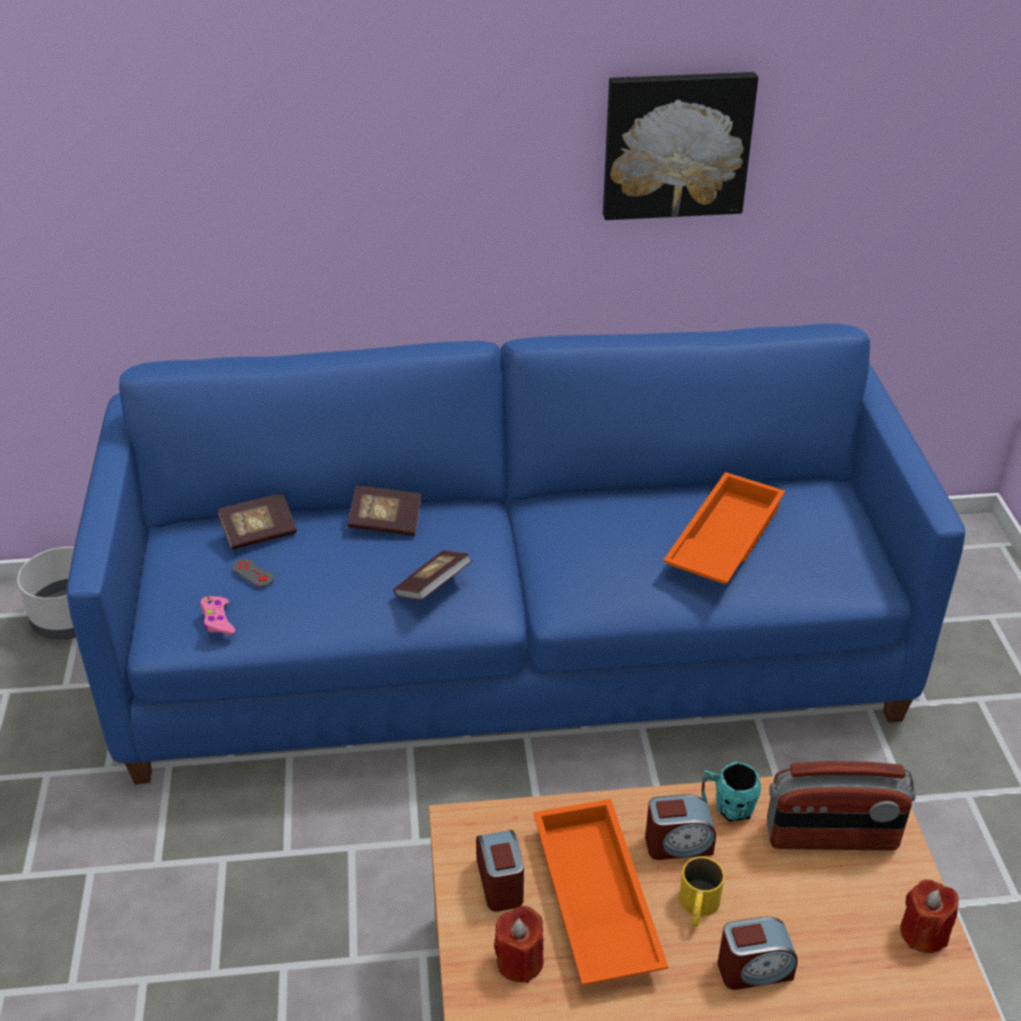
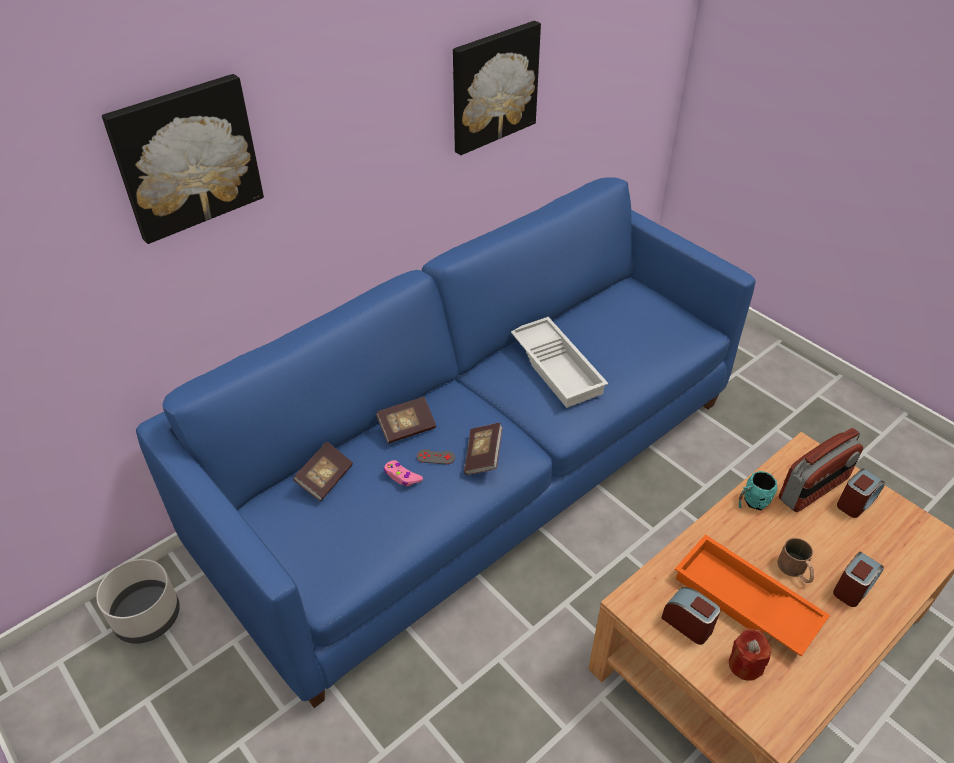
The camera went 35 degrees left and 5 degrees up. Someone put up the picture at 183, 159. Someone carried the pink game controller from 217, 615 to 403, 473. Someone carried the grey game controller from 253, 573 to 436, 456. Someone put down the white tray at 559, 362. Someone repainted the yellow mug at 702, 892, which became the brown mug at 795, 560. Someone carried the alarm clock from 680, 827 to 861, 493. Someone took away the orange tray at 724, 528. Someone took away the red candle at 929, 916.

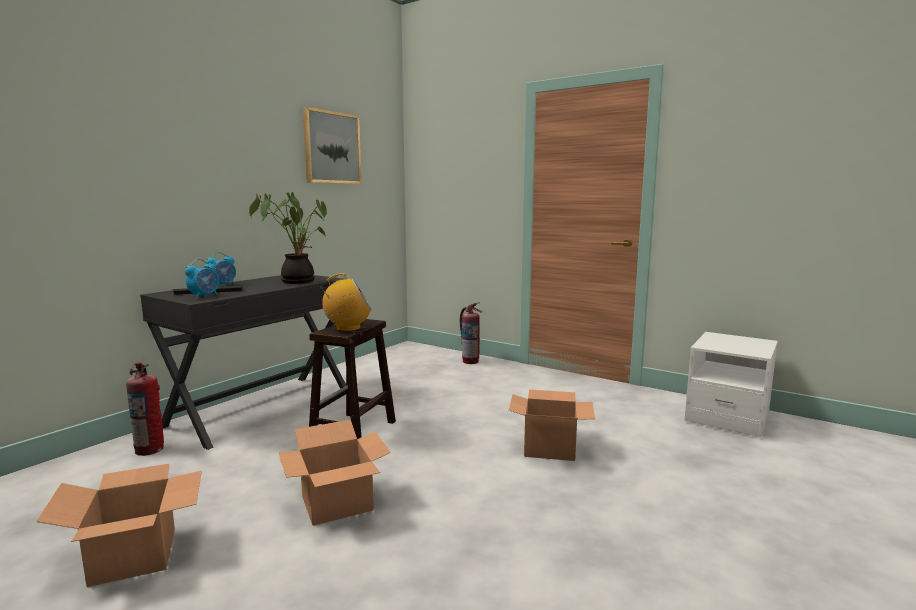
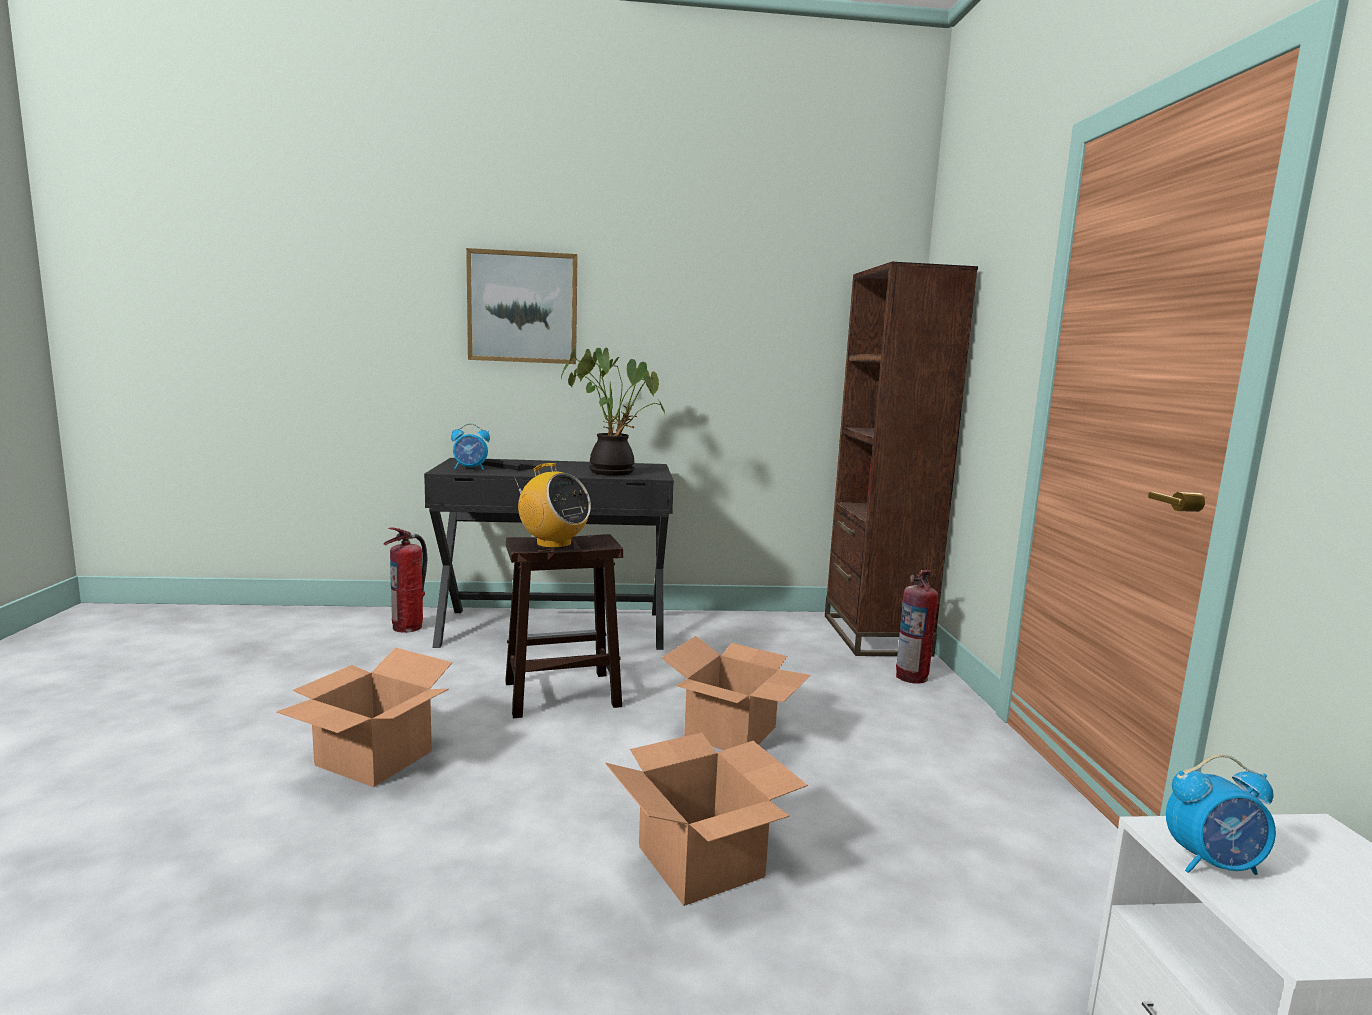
The camera went 50 degrees right and 0 degrees up. Someone carried the picture from 332, 145 to 522, 306. Someone carried the cardboard box from 119, 525 to 736, 693. Someone put down the brown bookcase at 901, 459. Someone carried the alarm clock from 221, 268 to 1221, 814.

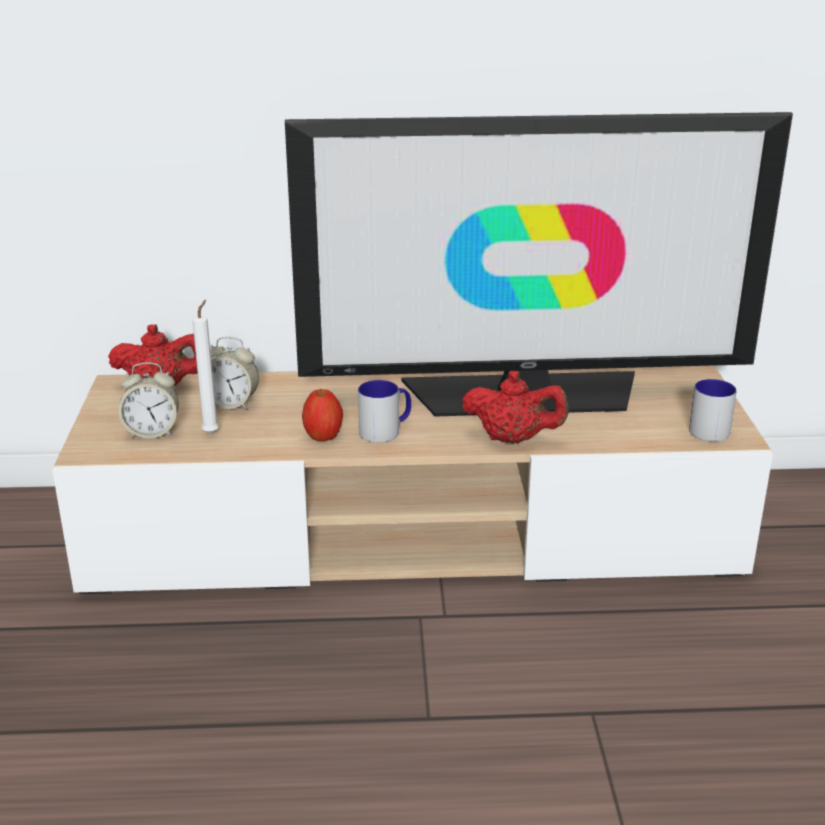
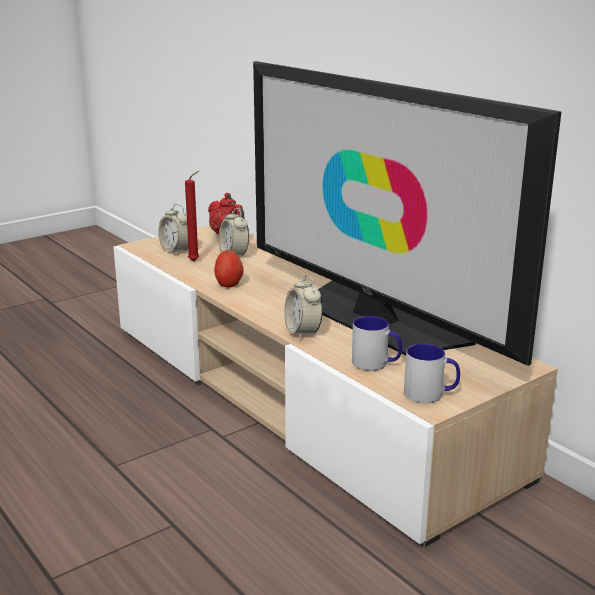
The camera went 55 degrees right and 5 degrees down. Someone repainted the white candle at 205, 367, which became the red candle at 192, 216. Someone swapped the red teapot at 515, 407 for the alarm clock at 303, 307. Someone carried the mug from 384, 411 to 377, 343.

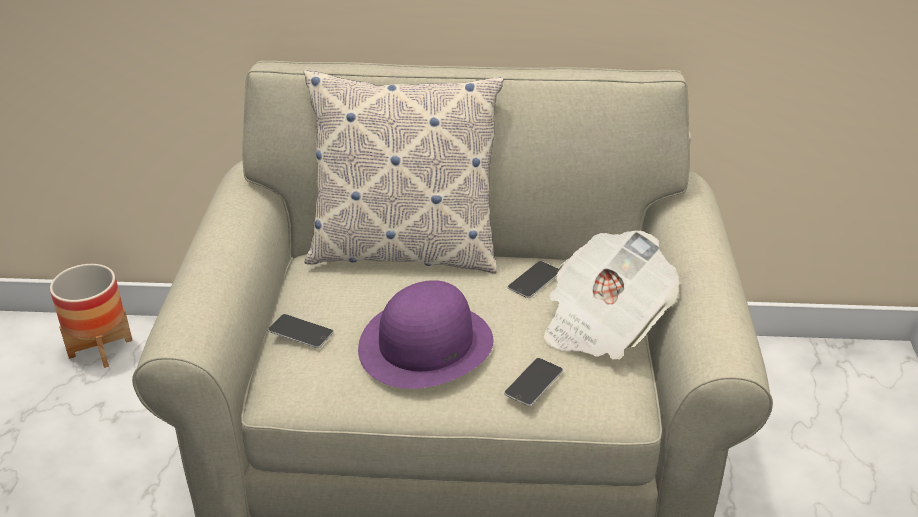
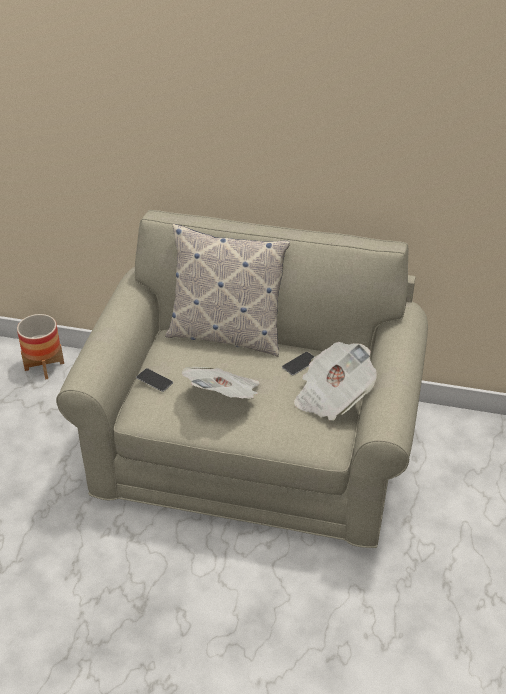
The camera went 10 degrees right and 5 degrees up. Someone swapped the purple hat at 426, 334 for the newspaper at 221, 383. Someone took away the phone at 533, 382.

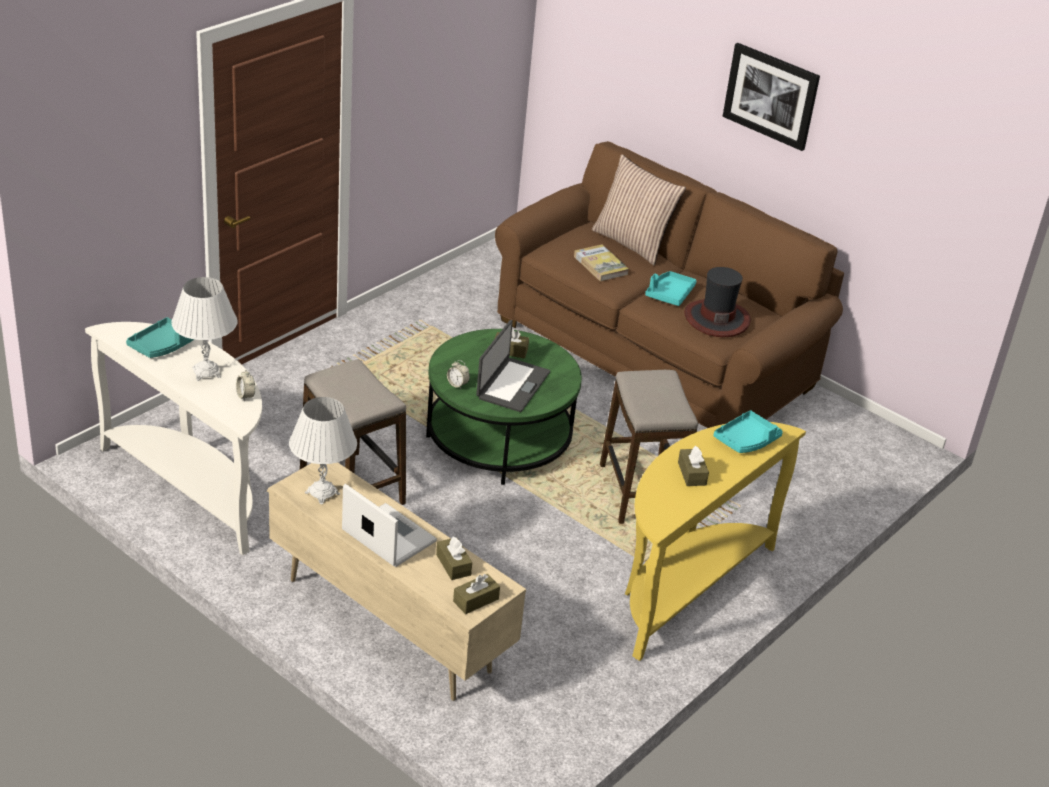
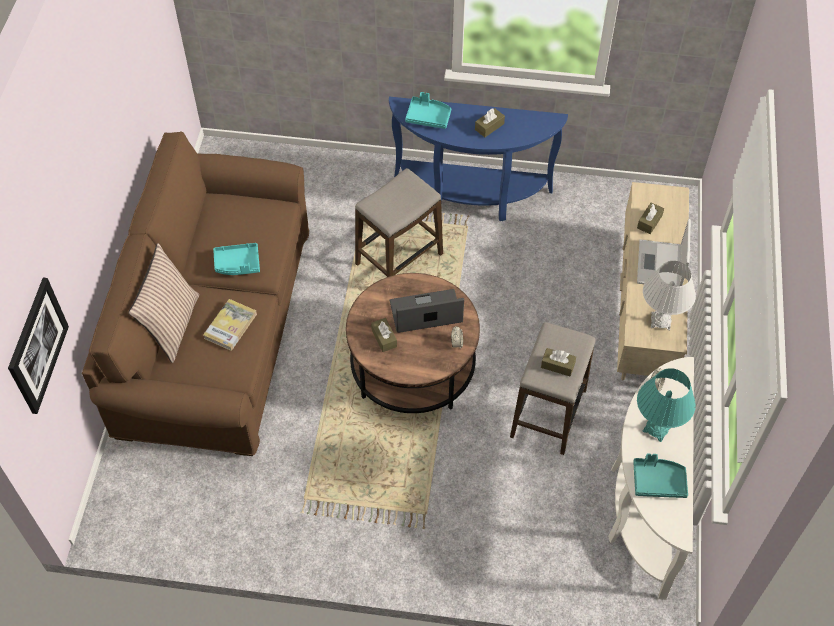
The camera went 120 degrees left and 20 degrees up. Someone carried the picture from 771, 97 to 38, 346. Someone repainted the green coffee table at 504, 407, which became the brown coffee table at 413, 343. Someone repainted the yellow console table at 715, 541, which became the blue console table at 478, 159. Someone carried the brown tissue box from 476, 594 to 558, 362. Someone repainted the white table lamp at 204, 329, which became the turquoise table lamp at 666, 405. Someone took away the hat at 717, 302.

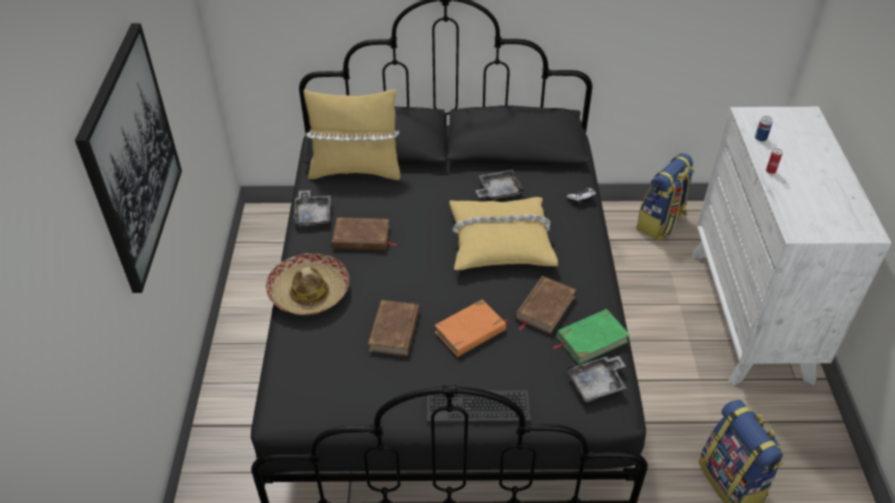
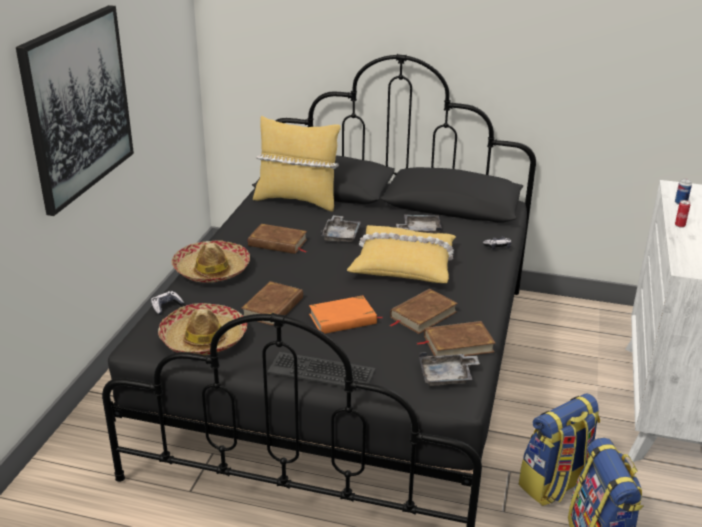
The camera went 15 degrees right and 15 degrees down. Someone put down the game controller at 167, 303. Someone put down the hat at 202, 329. Someone carried the grey tray from 312, 208 to 341, 229. Someone repainted the green book at 591, 337, which became the brown book at 456, 338. Someone carried the backpack from 665, 196 to 559, 449.

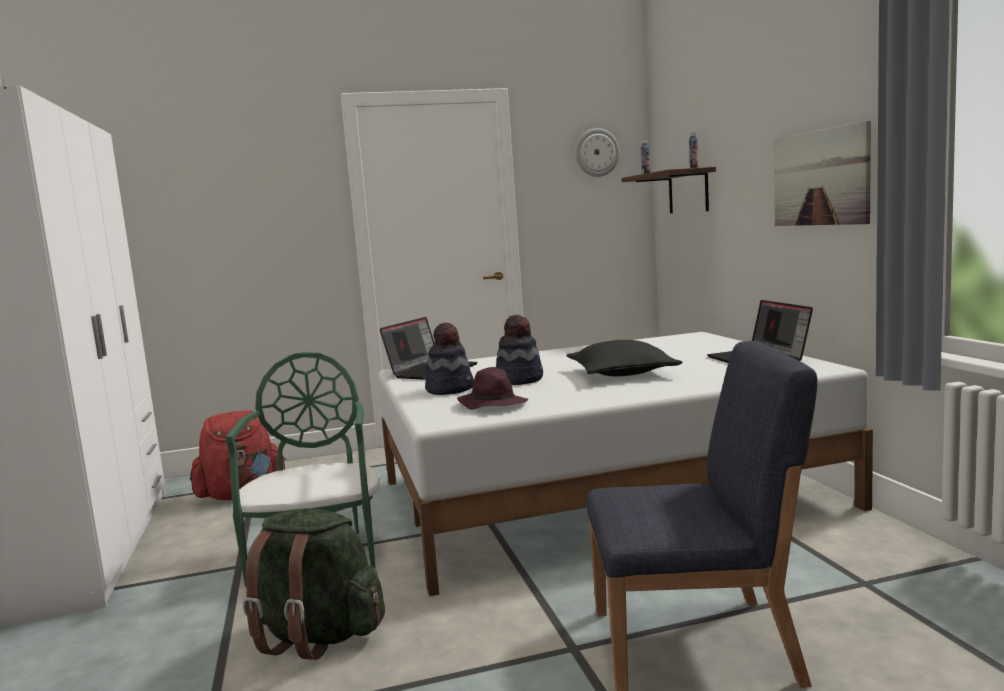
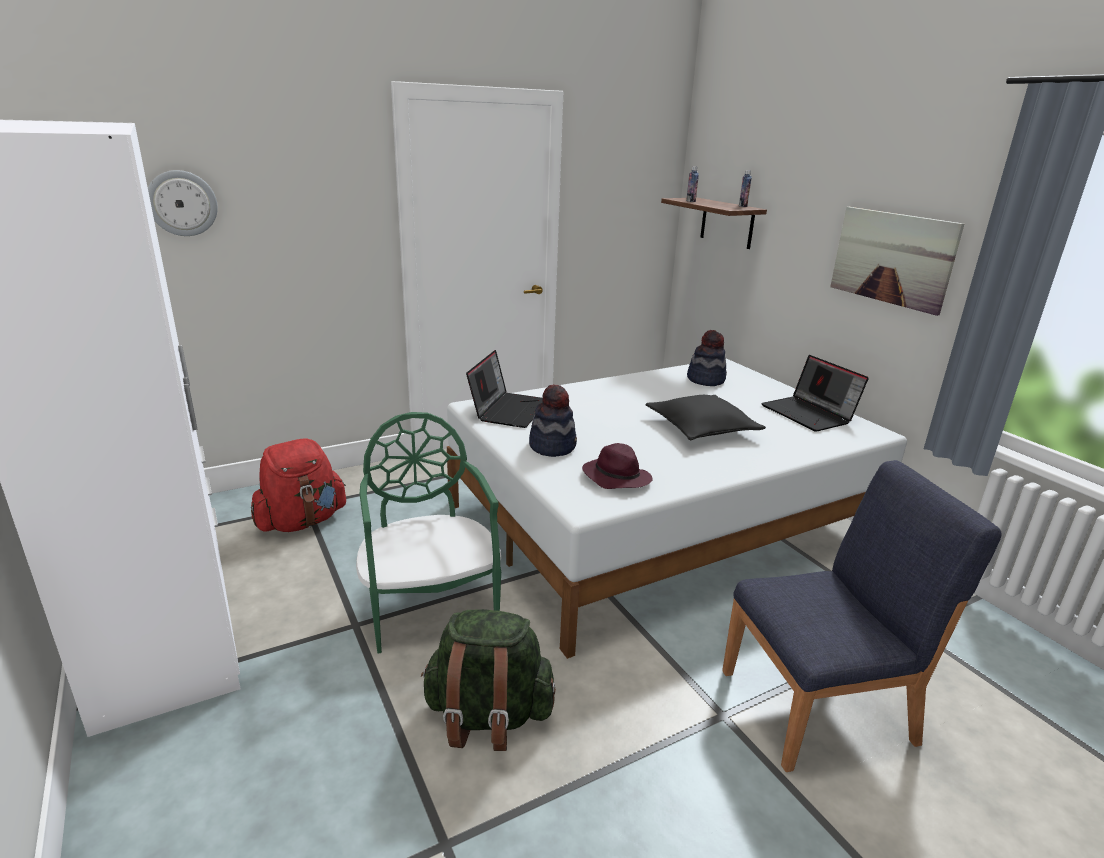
The camera went 15 degrees left and 15 degrees up. Someone carried the wall clock from 597, 152 to 183, 203. Someone carried the hat from 519, 350 to 707, 358.

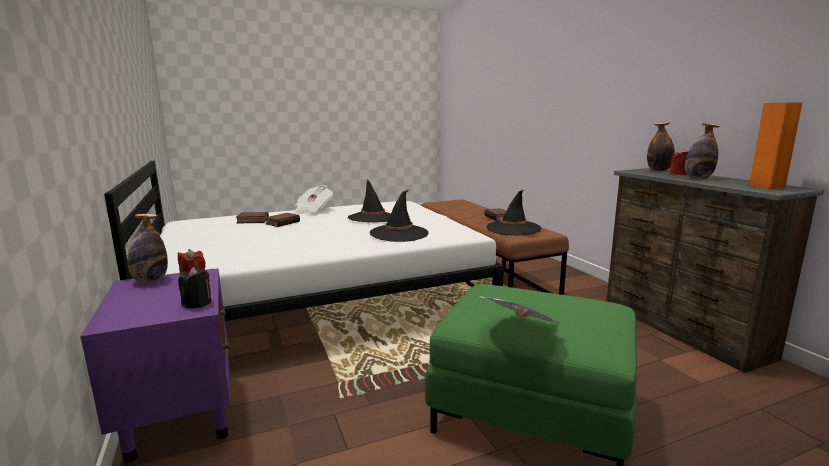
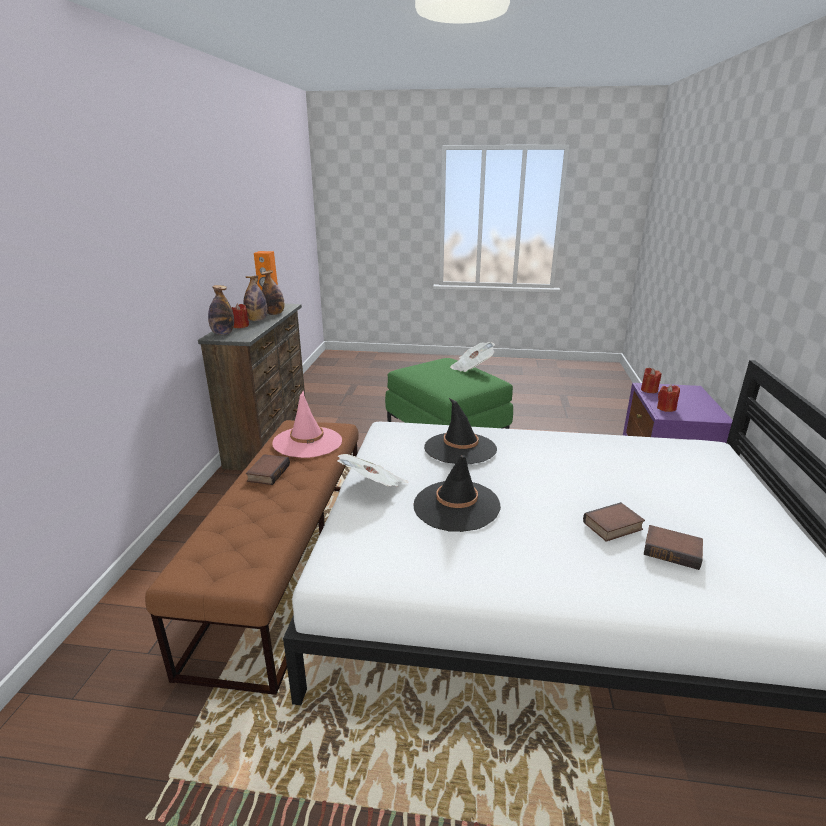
The camera went 150 degrees left and 10 degrees up. Someone carried the bottle from 148, 248 to 273, 292. Someone repainted the black hat at 513, 212, which became the pink hat at 307, 424. Someone carried the newspaper from 313, 199 to 372, 470. Someone repainted the black candle at 195, 288, which became the red candle at 651, 380.

